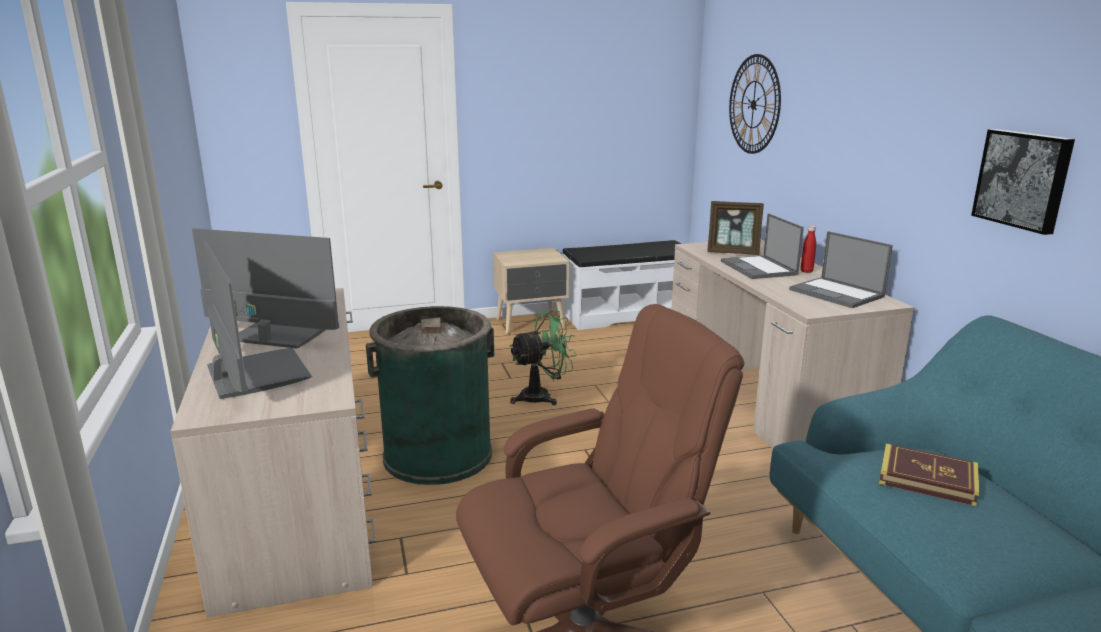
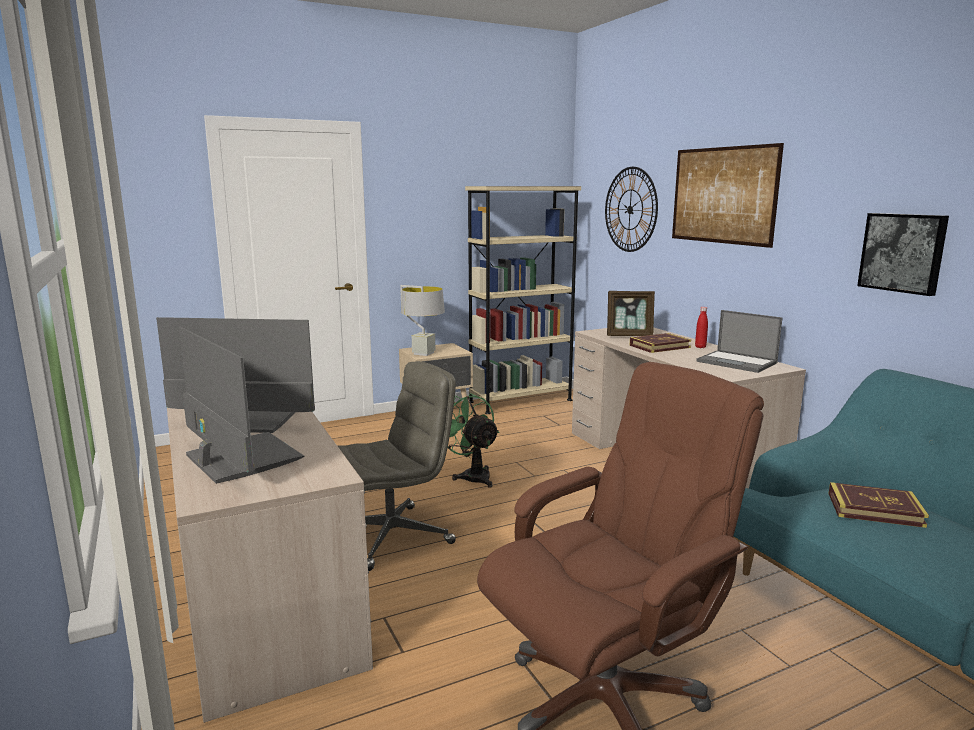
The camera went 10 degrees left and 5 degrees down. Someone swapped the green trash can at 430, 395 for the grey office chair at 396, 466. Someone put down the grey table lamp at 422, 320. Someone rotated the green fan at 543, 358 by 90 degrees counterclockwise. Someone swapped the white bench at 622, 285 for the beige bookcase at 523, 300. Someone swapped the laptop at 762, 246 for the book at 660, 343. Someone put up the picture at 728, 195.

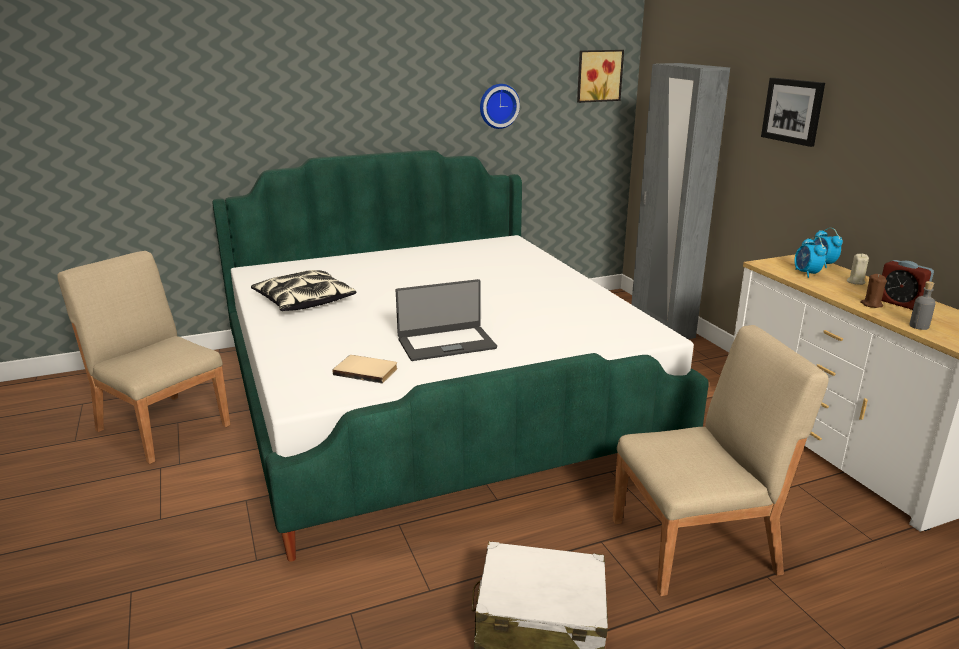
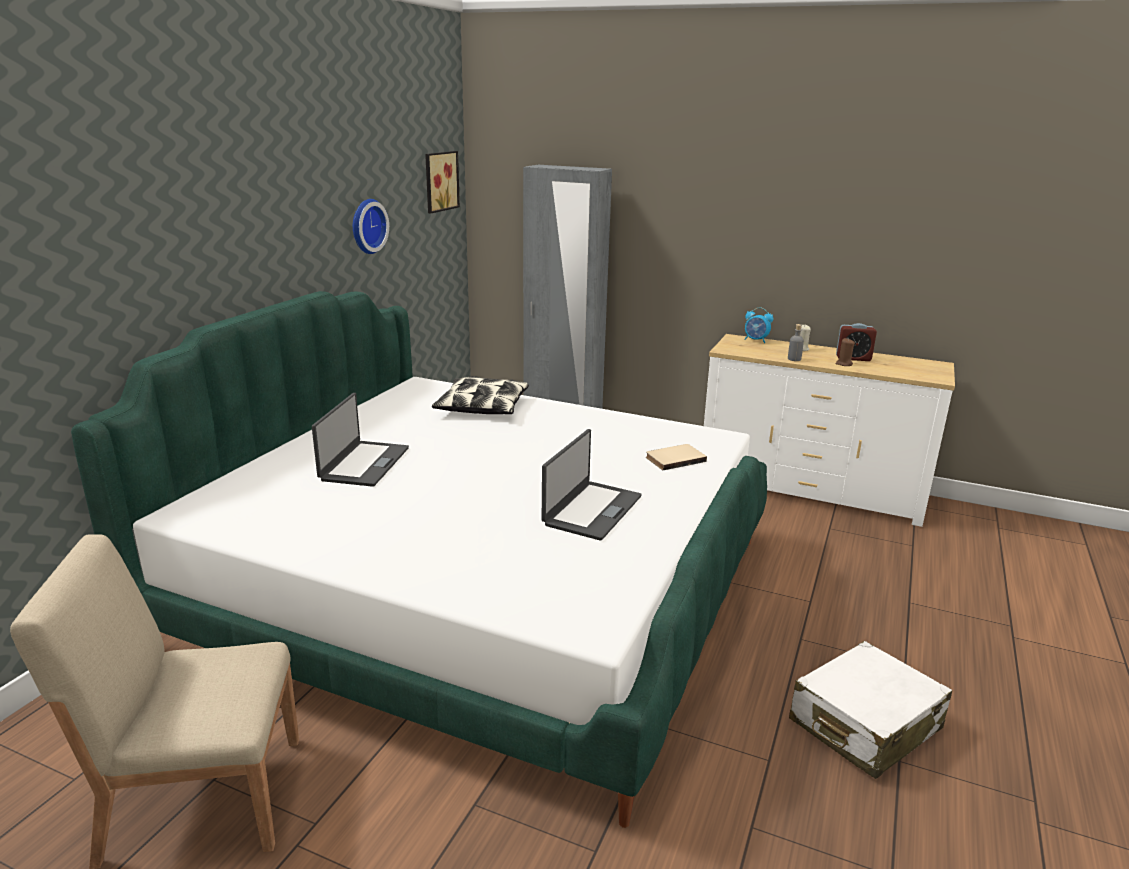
The camera went 45 degrees left and 0 degrees up. Someone put down the laptop at 360, 440. Someone carried the pillow from 304, 290 to 480, 395. Someone carried the beige book from 365, 369 to 676, 457. Someone carried the grey bottle from 922, 305 to 796, 342. Someone took away the beige chair at 721, 460. Someone took away the picture at 793, 112. Someone took away the alarm clock at 810, 257.

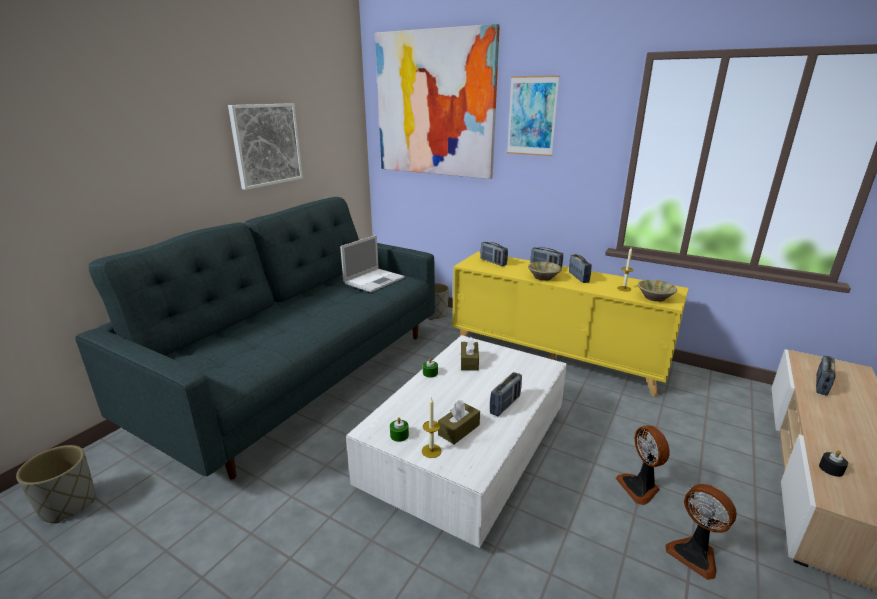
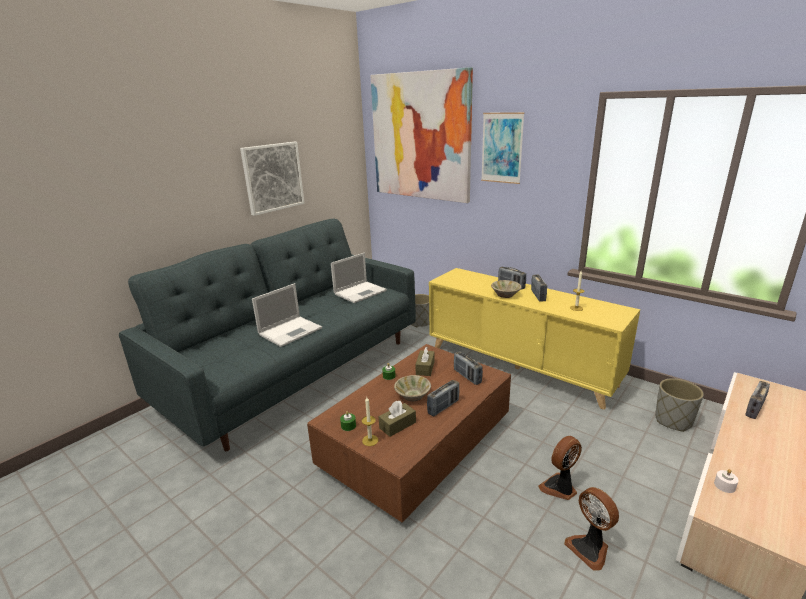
The camera went 10 degrees right and 0 degrees up. Someone put down the laptop at 287, 315. Someone repainted the white coffee table at 456, 441, which became the brown coffee table at 409, 433. Someone carried the beige bowl from 657, 291 to 412, 388. Someone carried the radio from 494, 254 to 468, 368. Someone rotated the fan at 643, 465 by 60 degrees clockwise. Someone carried the grey planter from 55, 484 to 679, 405. Someone repainted the black candle at 833, 463, which became the white candle at 726, 481.

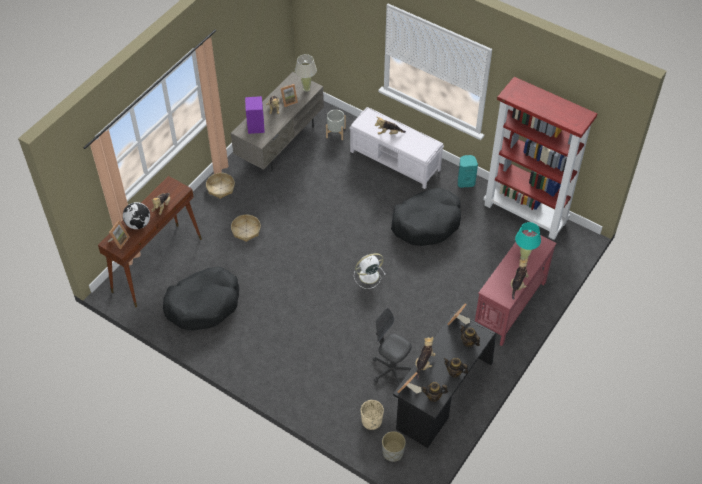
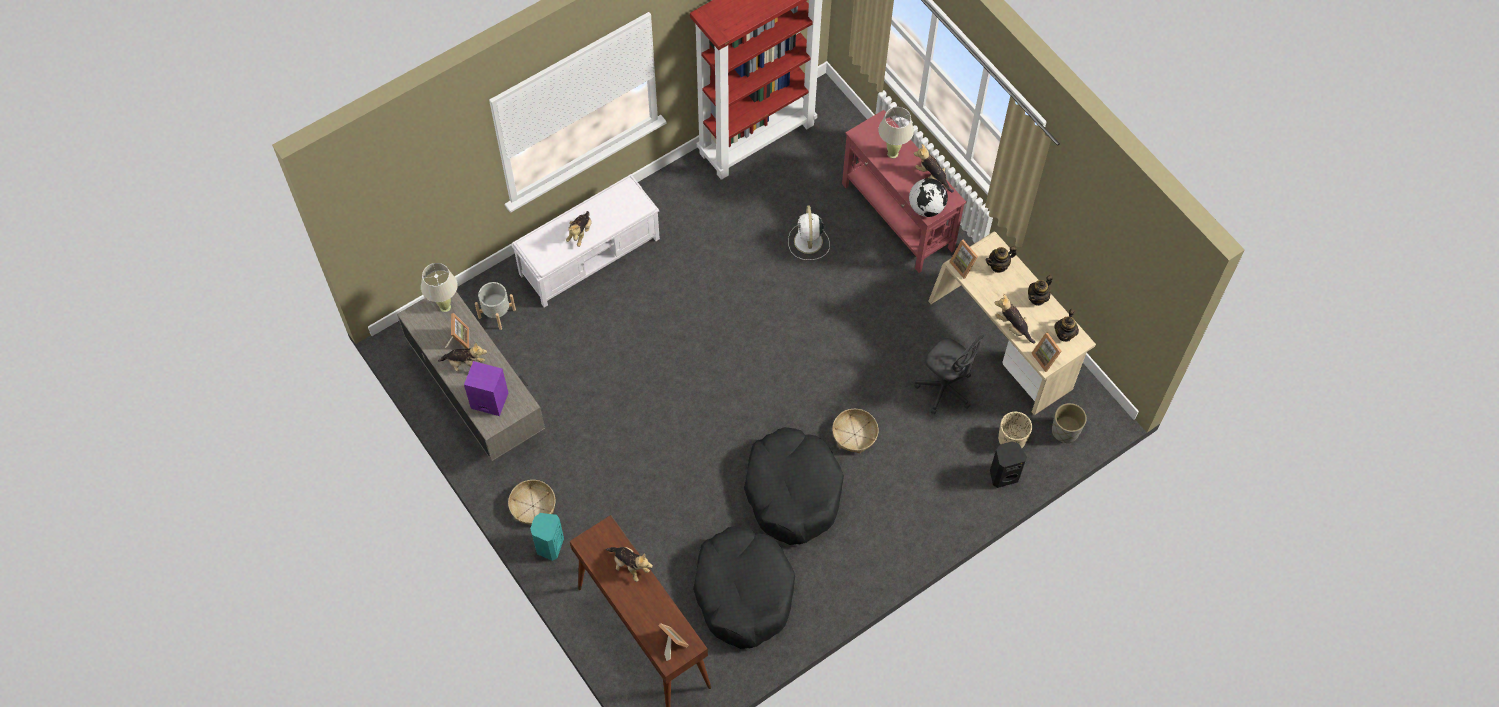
The camera went 70 degrees left and 10 degrees up. Someone carried the turquoise speaker from 468, 171 to 547, 537. Someone carried the black dog bed from 426, 217 to 794, 486. Someone carried the white fan from 370, 271 to 809, 232. Someone carried the basket from 246, 228 to 855, 431. Someone repainted the turquoise table lamp at 528, 241, which became the beige table lamp at 896, 132. Someone carried the globe from 136, 215 to 928, 197. Someone rotated the grey office chair at 392, 347 by 105 degrees counterclockwise. Someone repainted the black desk at 444, 379, which became the beige desk at 1012, 323. Someone put down the black speaker at 1008, 464.

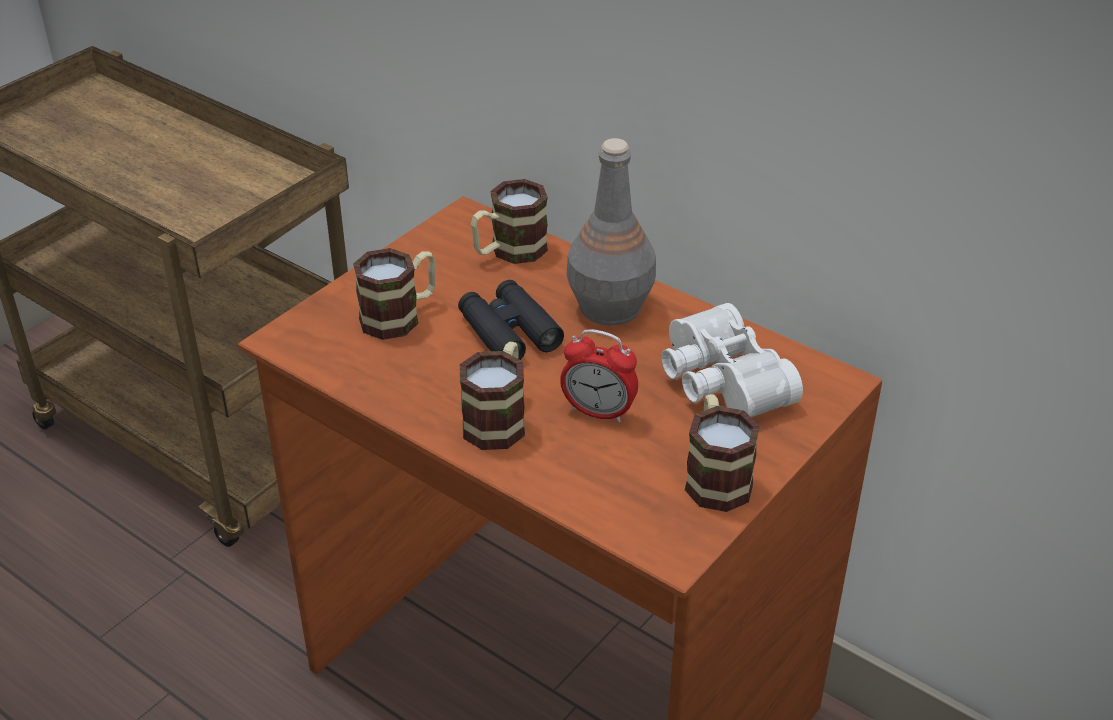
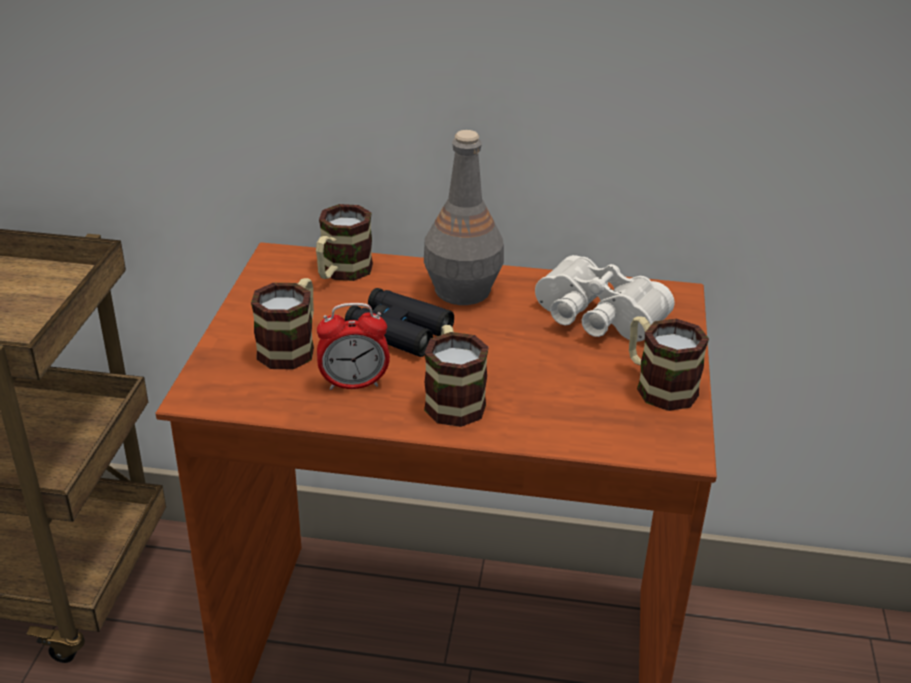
The camera went 30 degrees left and 5 degrees down. Someone carried the alarm clock from 599, 376 to 353, 346.

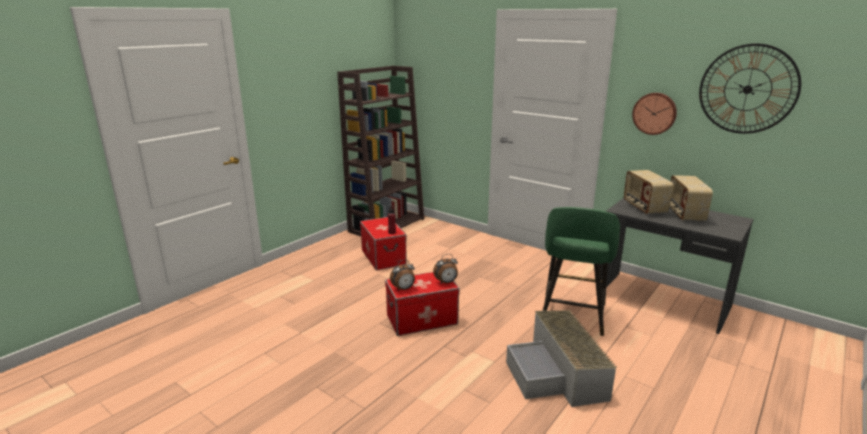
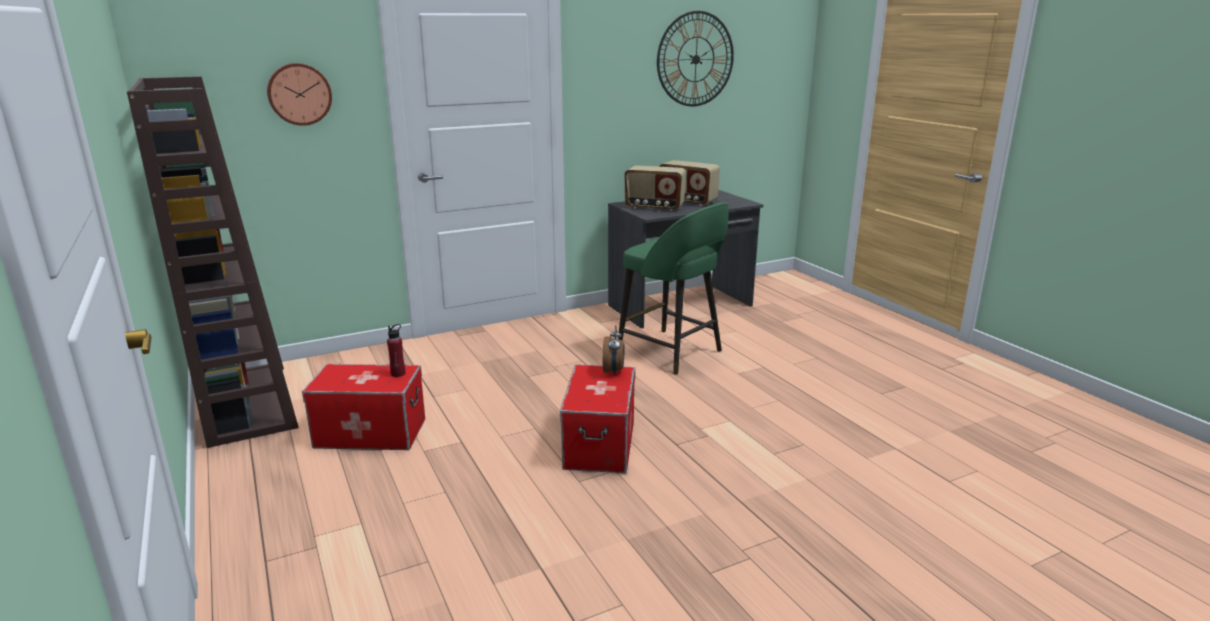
The camera went 65 degrees left and 0 degrees up. Someone carried the wall clock from 654, 114 to 299, 94. Someone took away the alarm clock at 402, 275. Someone took away the grey storage box at 561, 359.

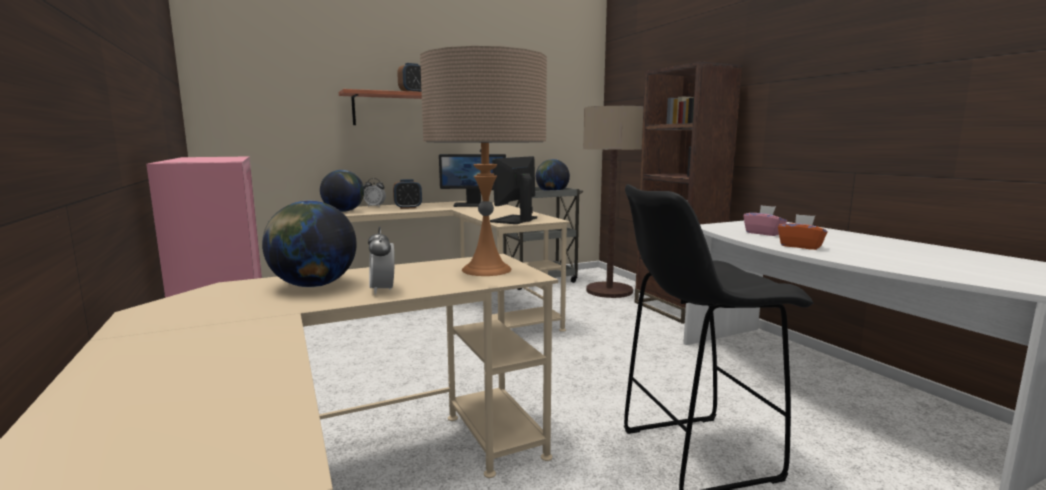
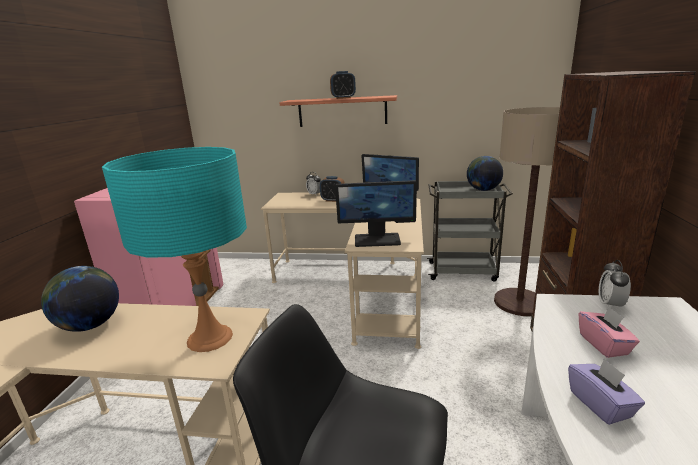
The camera went 35 degrees right and 10 degrees up. Someone repainted the beige table lamp at 483, 161, which became the turquoise table lamp at 174, 249. Someone rotated the monitor at 513, 190 by 150 degrees counterclockwise. Someone repainted the orange tissue box at 803, 232, which became the purple tissue box at 606, 391. Someone carried the alarm clock from 381, 260 to 615, 284. Someone took away the globe at 342, 191.

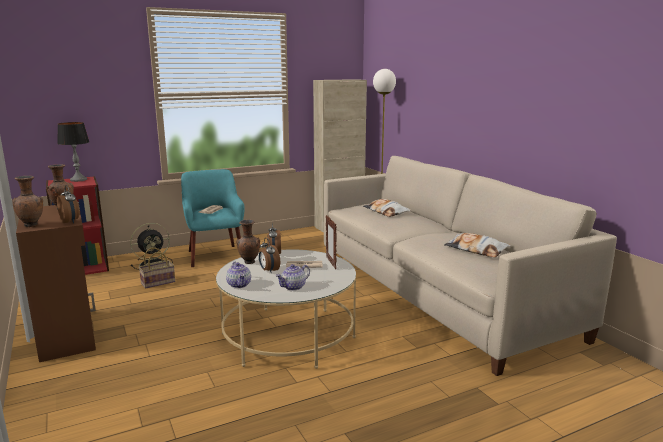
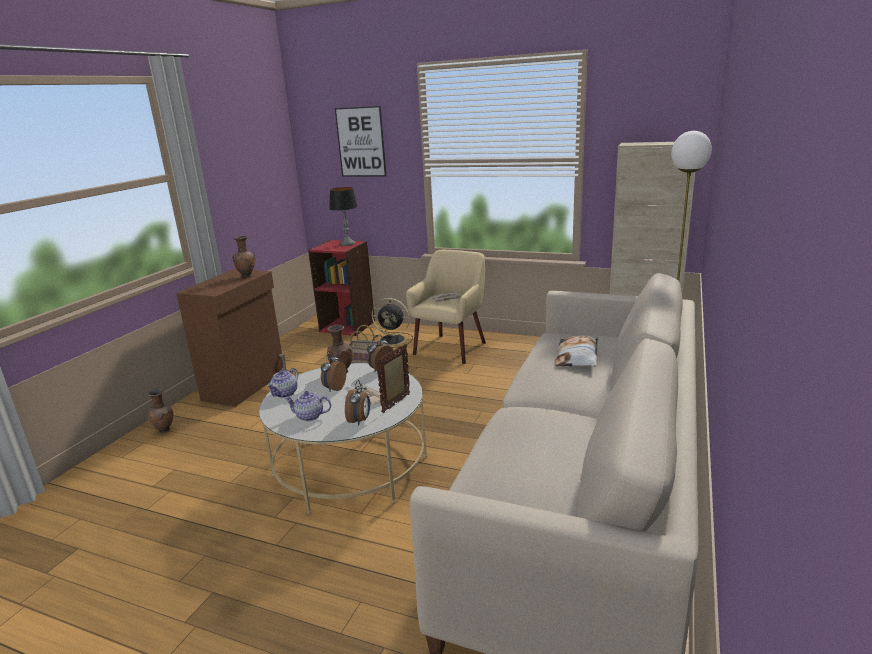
The camera went 50 degrees right and 5 degrees up. Someone carried the brown vase from 27, 201 to 160, 411. Someone put up the picture at 360, 141. Someone carried the alarm clock from 68, 204 to 357, 403. Someone repainted the turquoise armchair at 213, 218, which became the beige armchair at 446, 307. Someone took away the pillow at 477, 245.

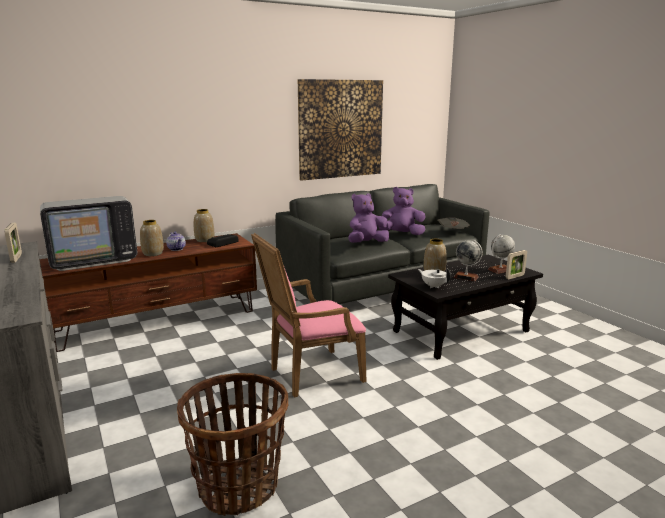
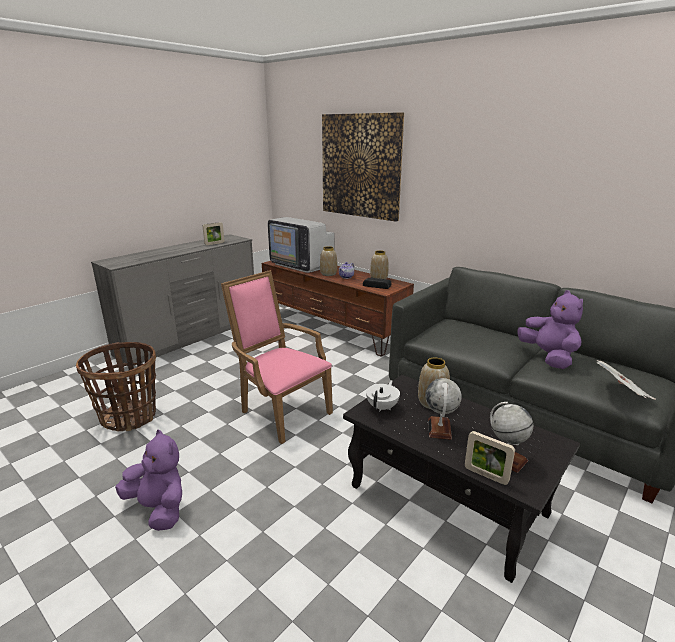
The camera went 70 degrees right and 5 degrees up. Someone carried the purple plush toy from 368, 218 to 148, 480. Someone carried the picture from 340, 130 to 363, 167.

